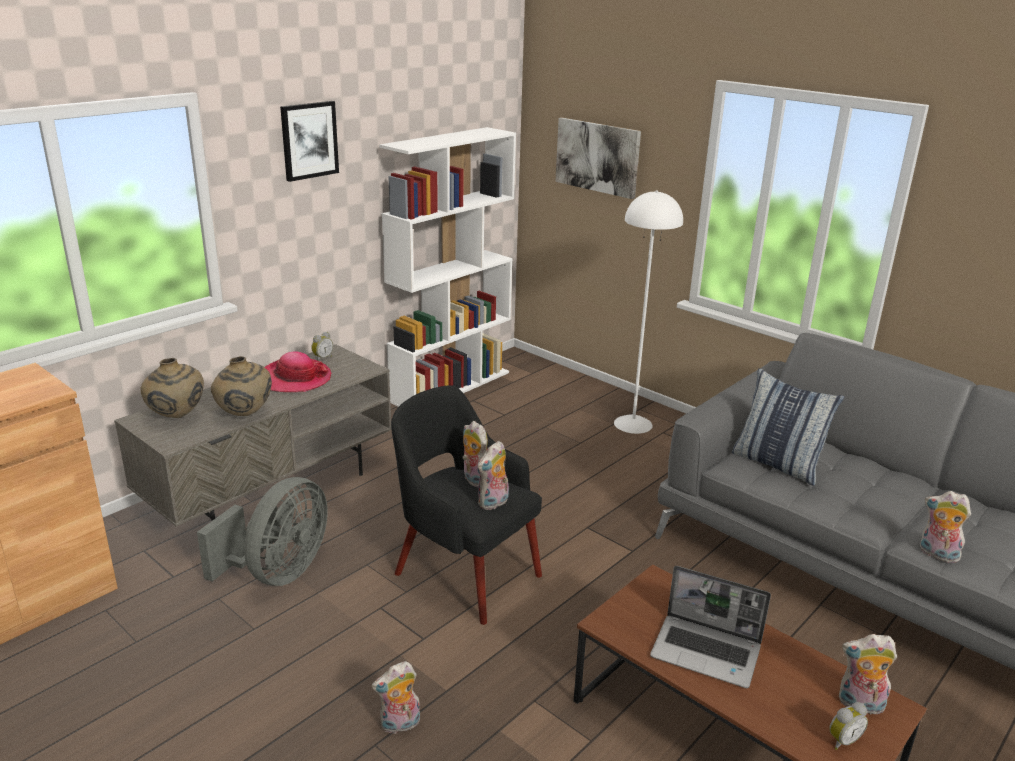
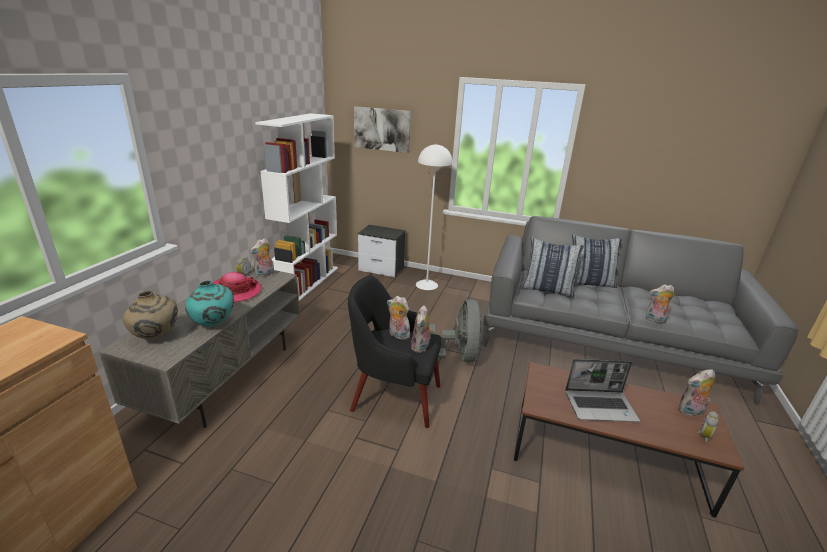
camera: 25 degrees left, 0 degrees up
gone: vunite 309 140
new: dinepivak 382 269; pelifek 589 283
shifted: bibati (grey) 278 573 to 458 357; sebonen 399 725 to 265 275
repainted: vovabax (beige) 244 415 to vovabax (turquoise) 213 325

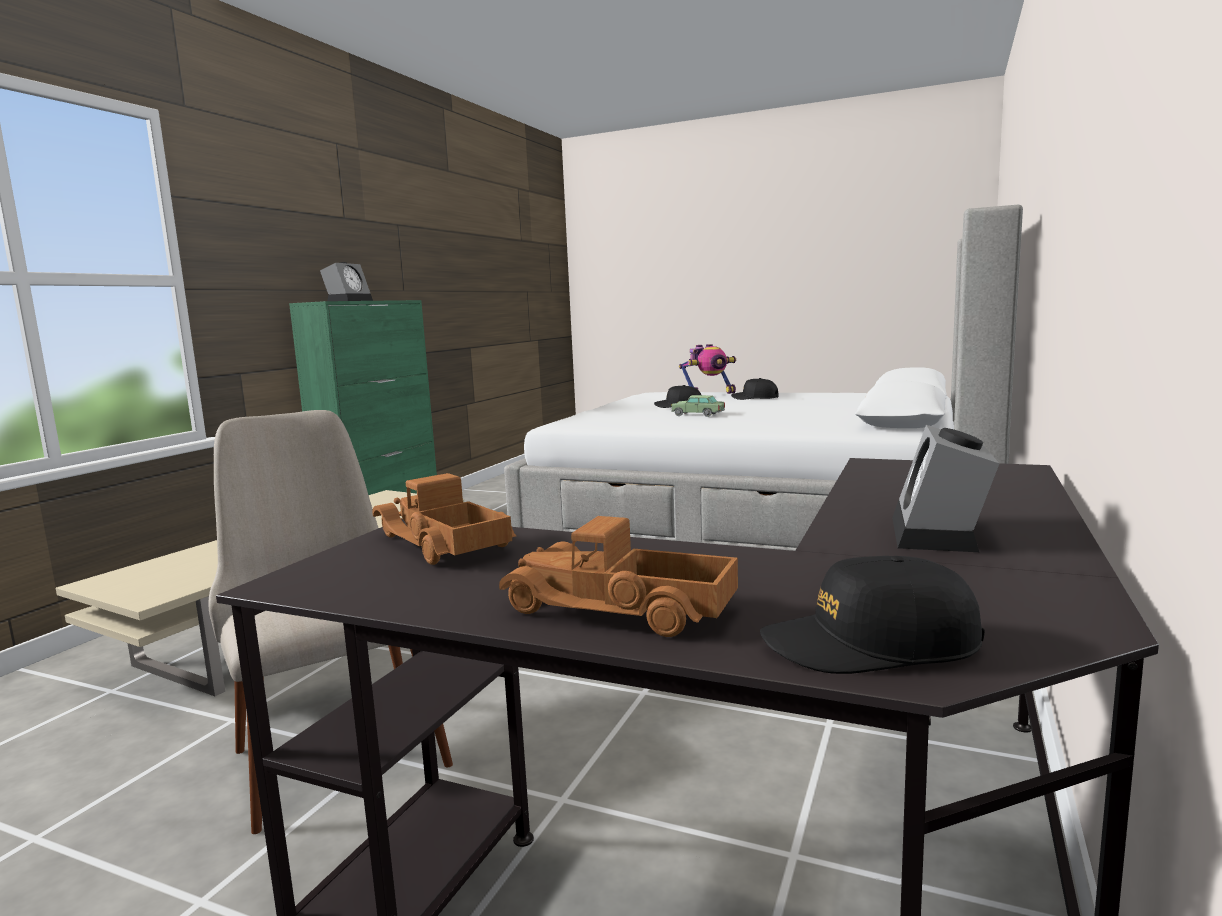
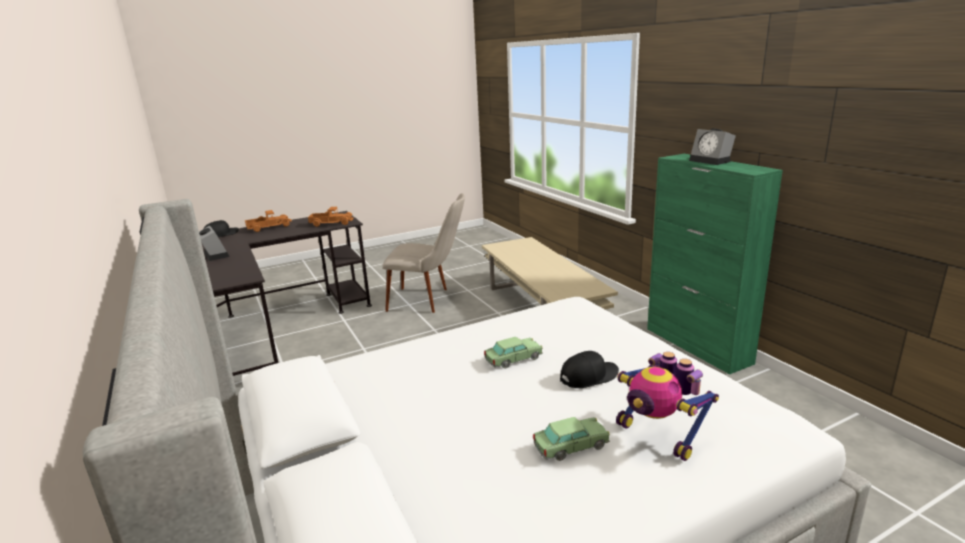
camera: 130 degrees right, 10 degrees up
swapped: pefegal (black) 755 398 to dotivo 571 447
rotated: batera 709 394 = 659 436 60 degrees counterclockwise

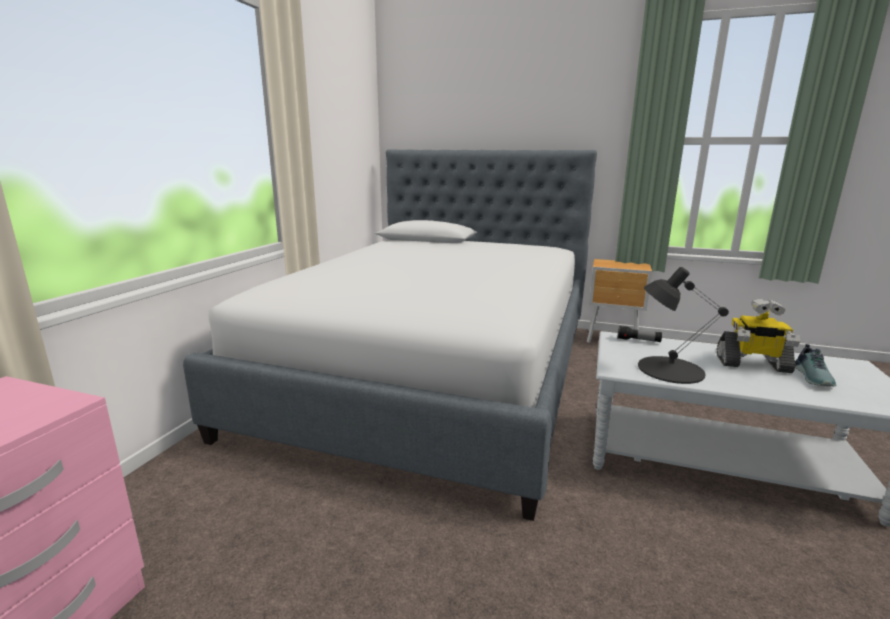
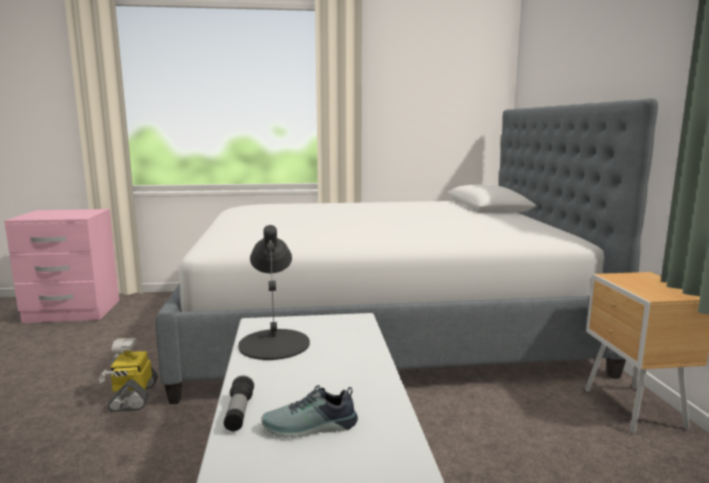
camera: 65 degrees right, 5 degrees down
shifted: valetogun 638 340 to 239 413; batera 752 364 to 133 396

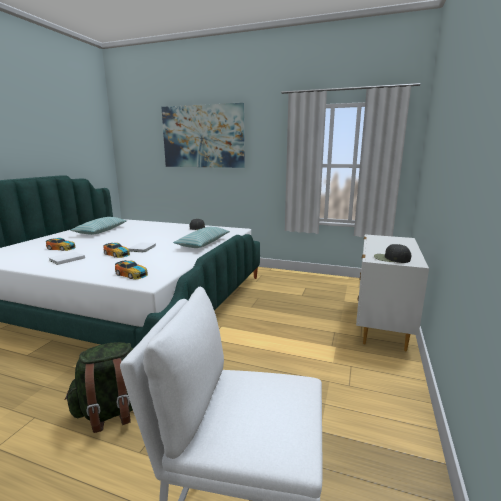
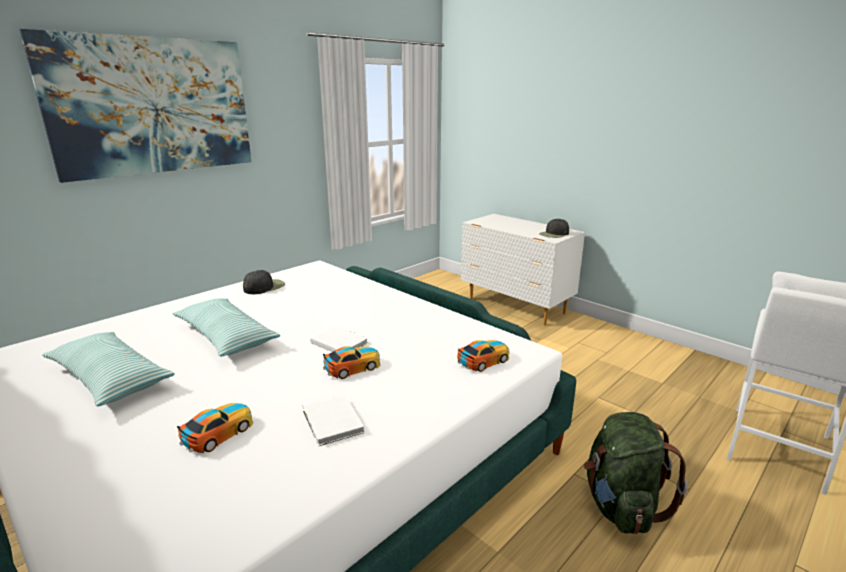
camera: 65 degrees left, 5 degrees up
shifted: pelifek 203 243 to 226 337

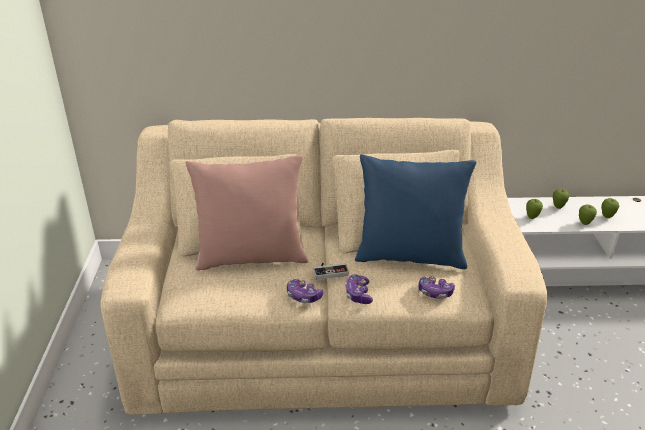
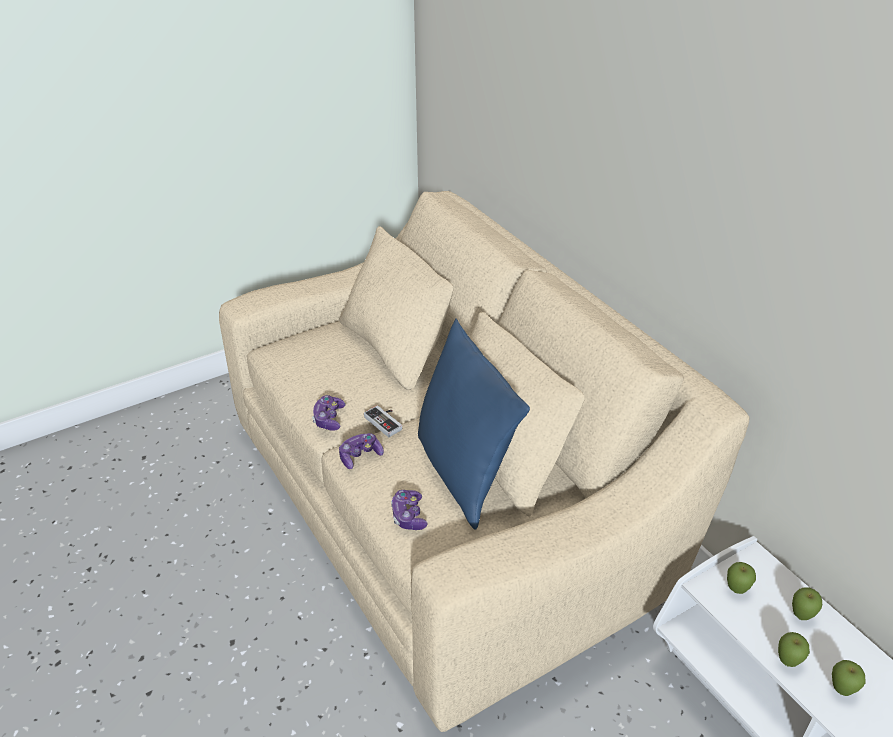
camera: 60 degrees right, 5 degrees up
gone: pelifek (pink) 251 257

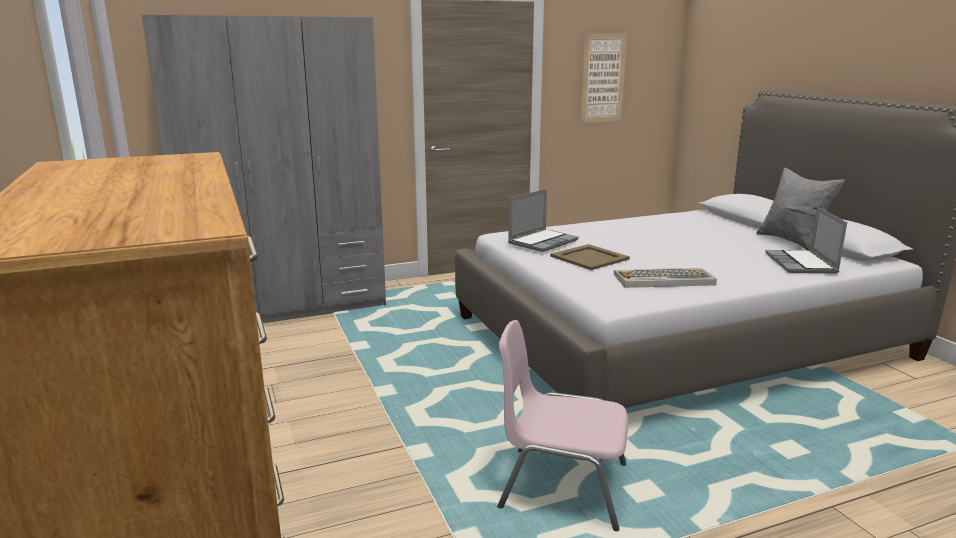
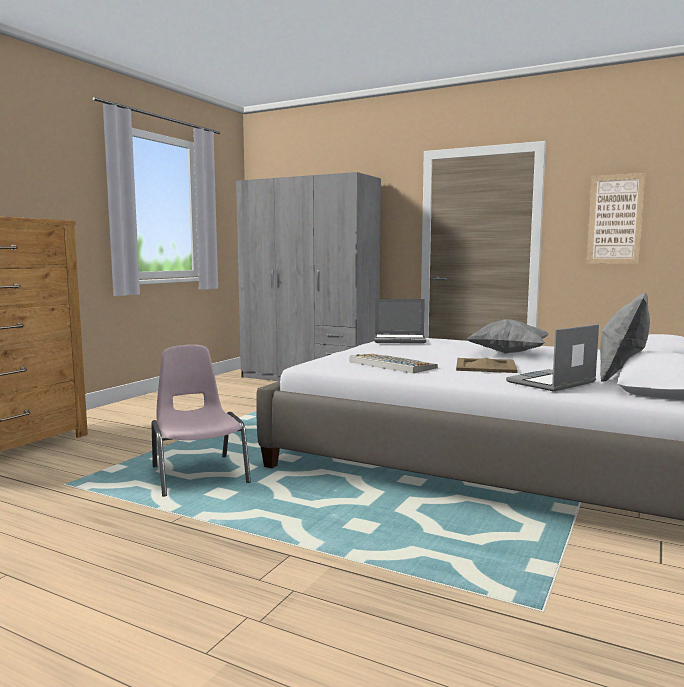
camera: 50 degrees right, 10 degrees down
new: pelifek (grey) 508 353
shifted: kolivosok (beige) 589 257 to 486 366

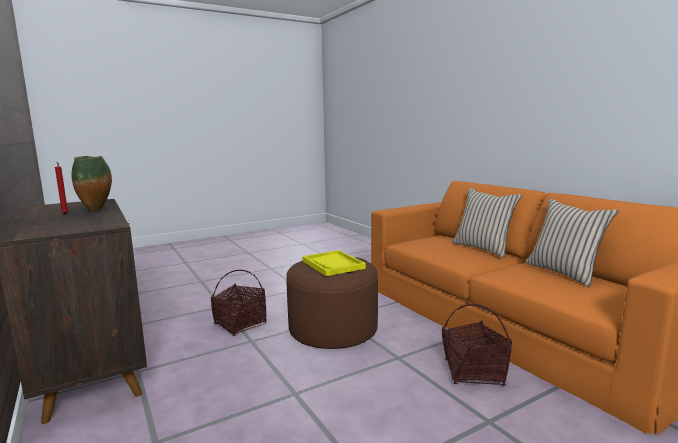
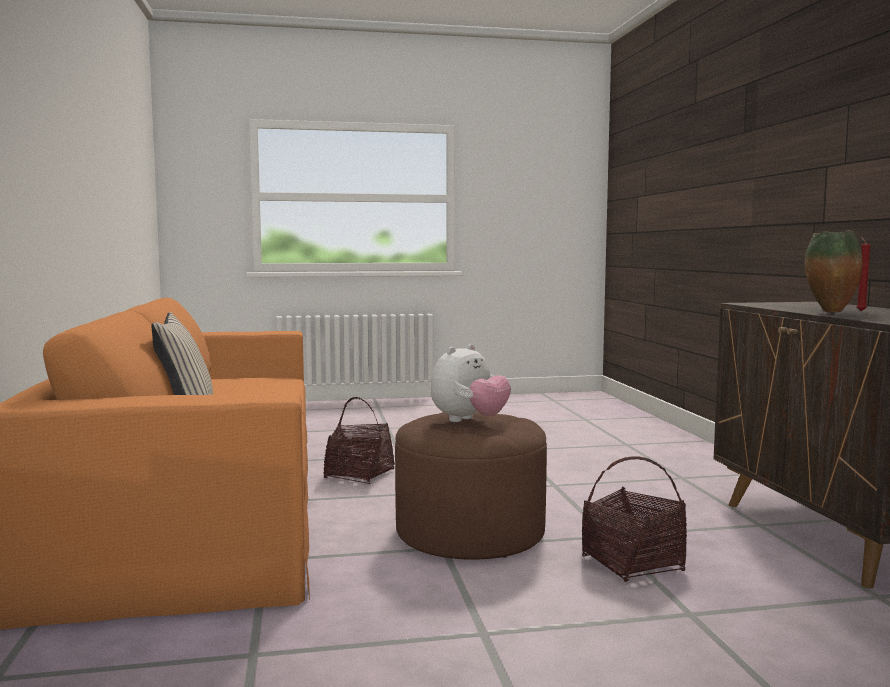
camera: 160 degrees left, 5 degrees down
gone: pelifek (beige) 564 273
swapped: kolivosok (yellow) 333 264 to sebonen 469 421

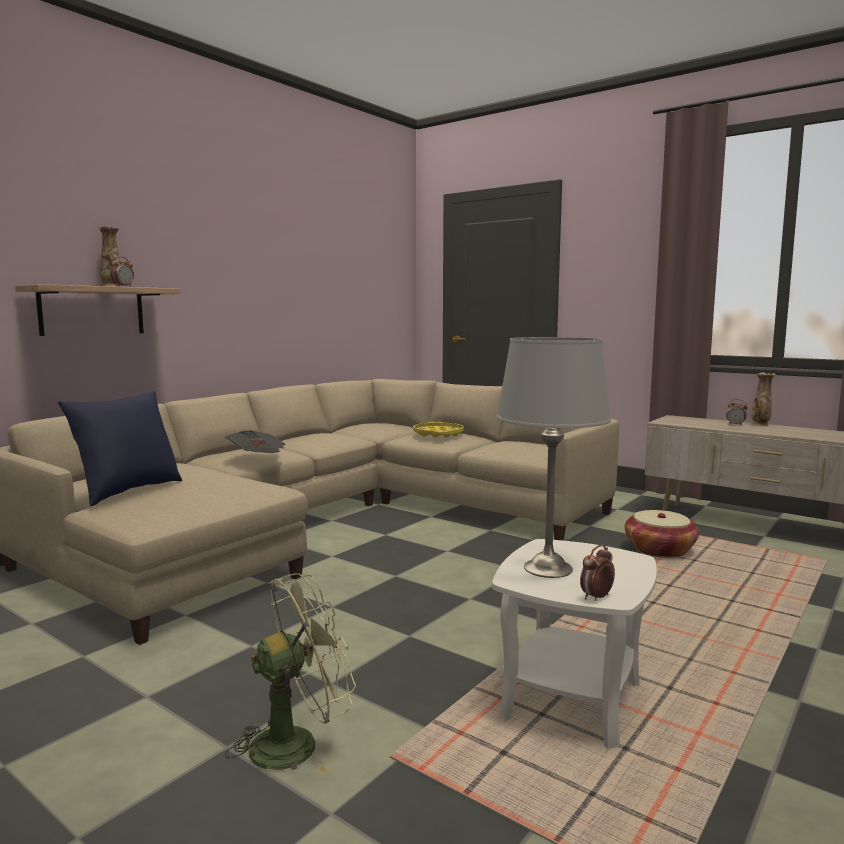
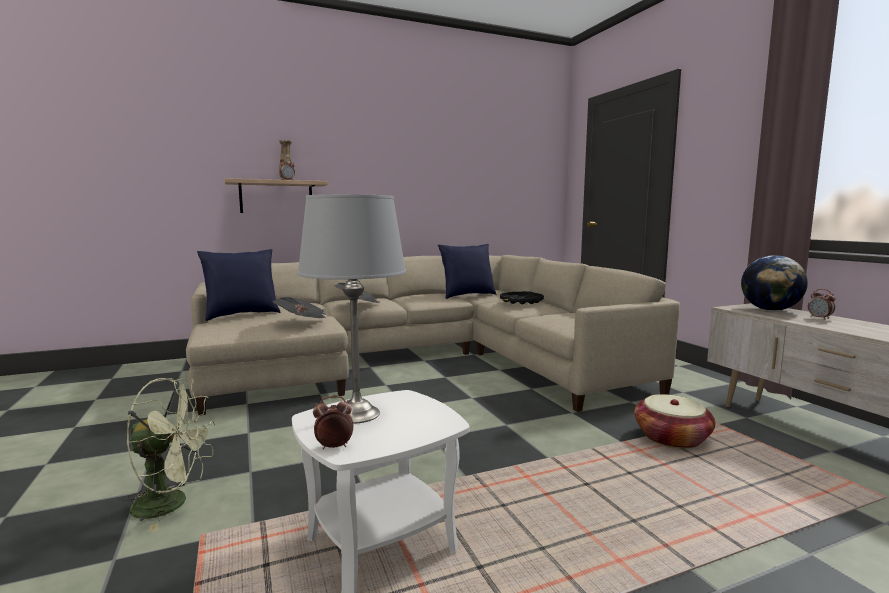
camera: 30 degrees right, 0 degrees up
gone: vovabax 760 424
new: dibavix 303 322; pelifek (blue) 467 295; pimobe 770 310
repainted: kolivosok (yellow) 438 434 to kolivosok (black) 521 301

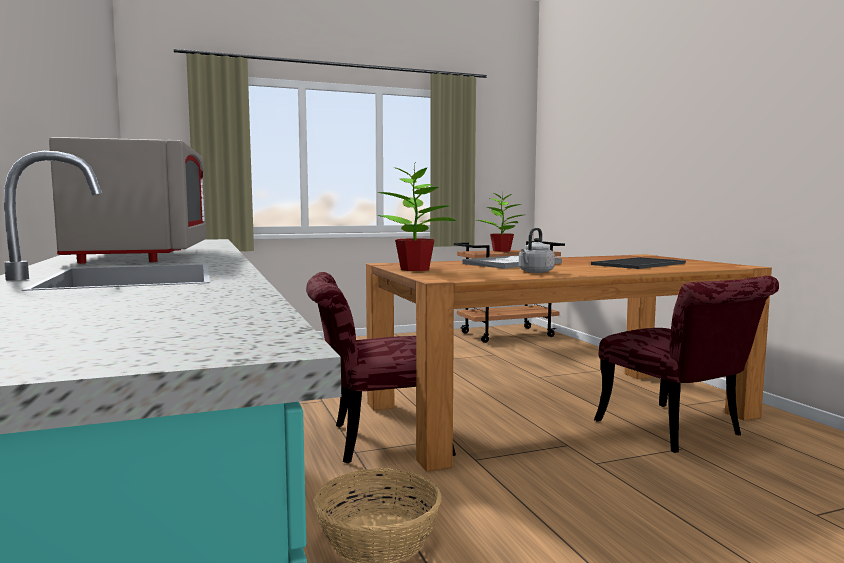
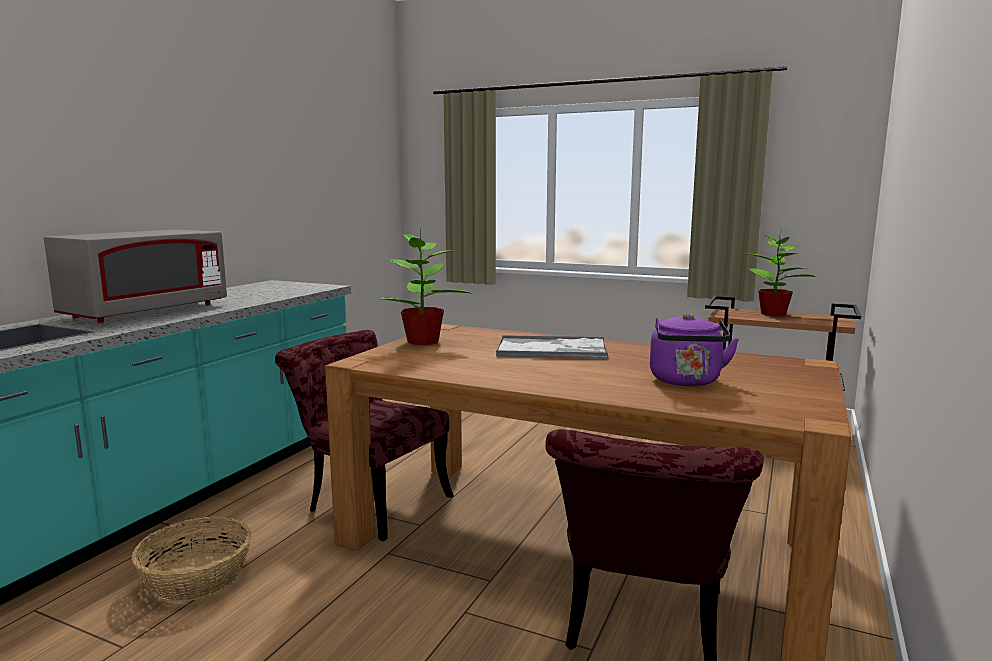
camera: 45 degrees right, 5 degrees up
gone: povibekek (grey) 535 272
swapped: kolivosok 639 264 to povibekek (purple) 686 381

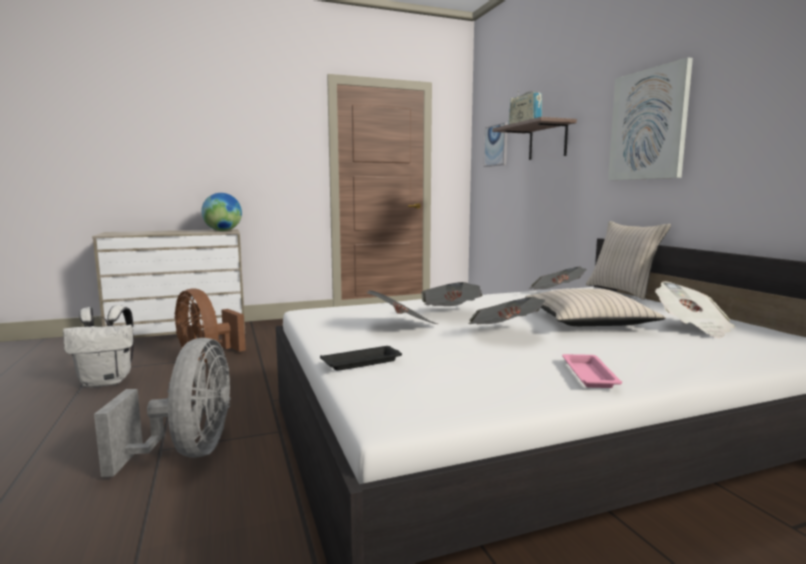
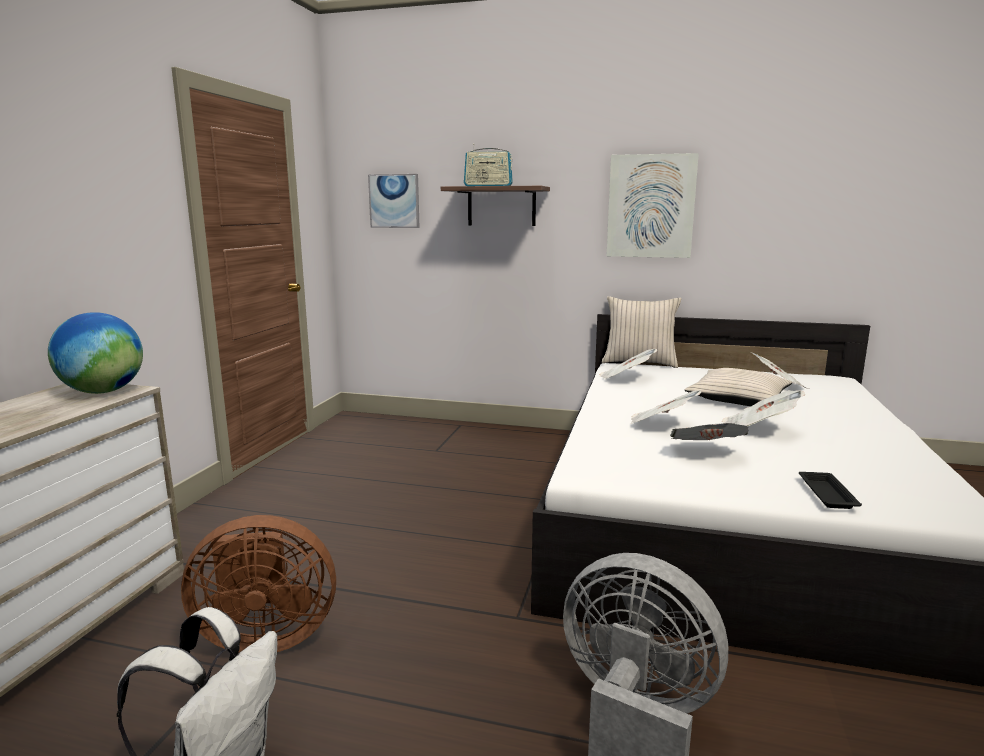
camera: 55 degrees left, 5 degrees up
gone: kolivosok (pink) 588 374

